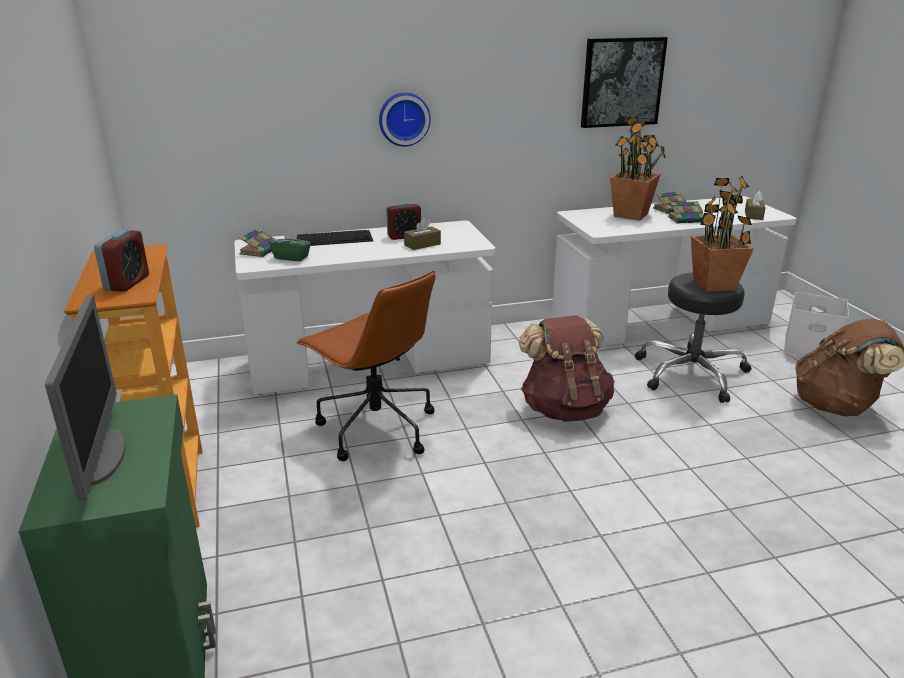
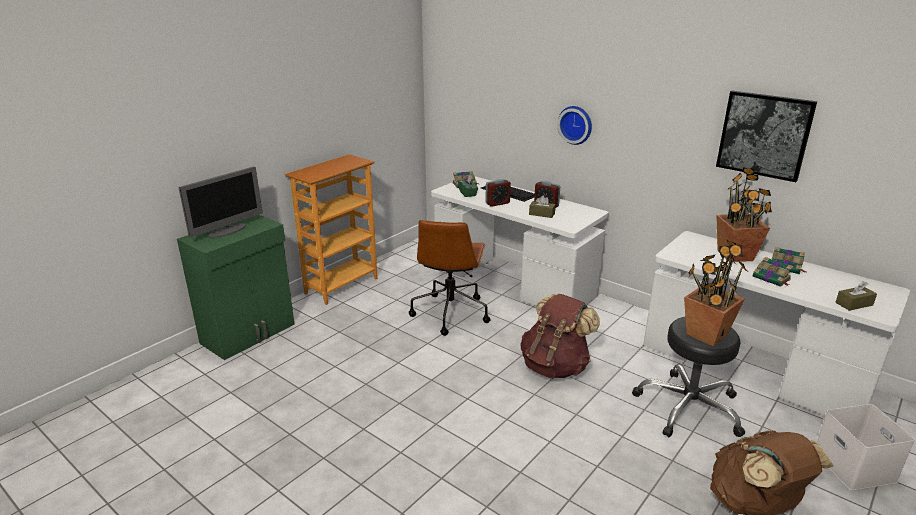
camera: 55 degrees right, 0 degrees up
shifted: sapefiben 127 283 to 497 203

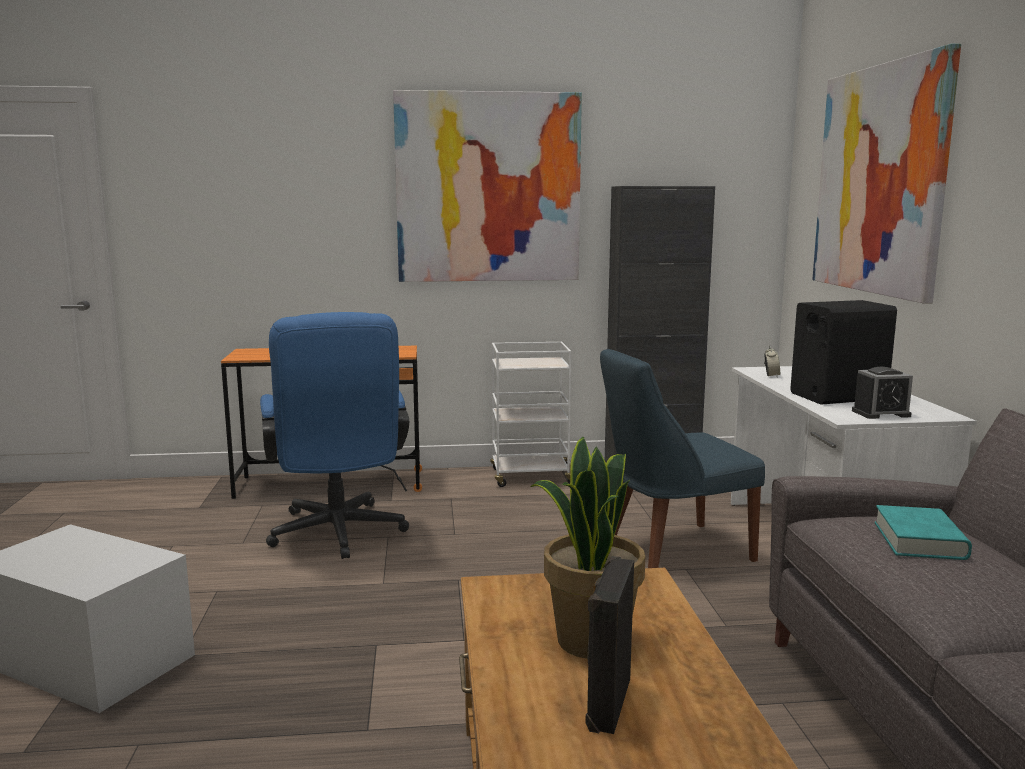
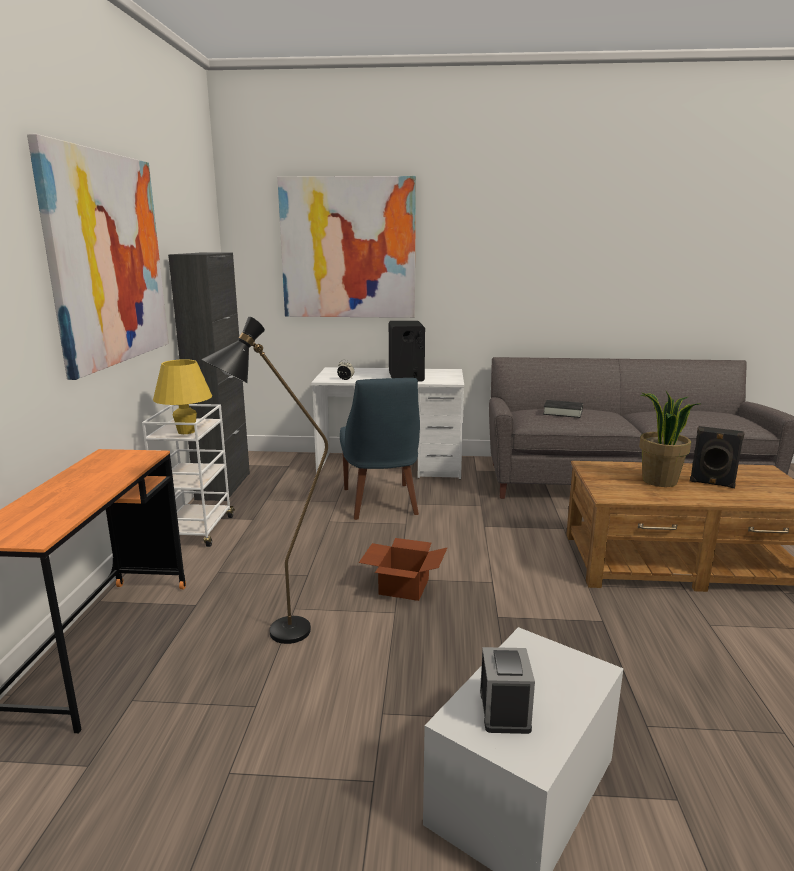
camera: 80 degrees left, 5 degrees up
new: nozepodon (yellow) 186 431; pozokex 403 586
shifted: sapefiben 881 413 to 504 710
swapped: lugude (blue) 338 536 to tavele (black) 276 637
repainted: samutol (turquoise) 919 540 to samutol (black) 562 412

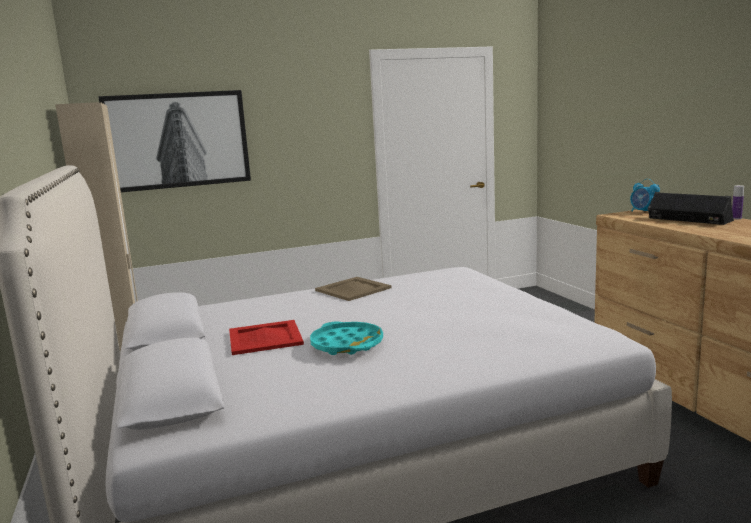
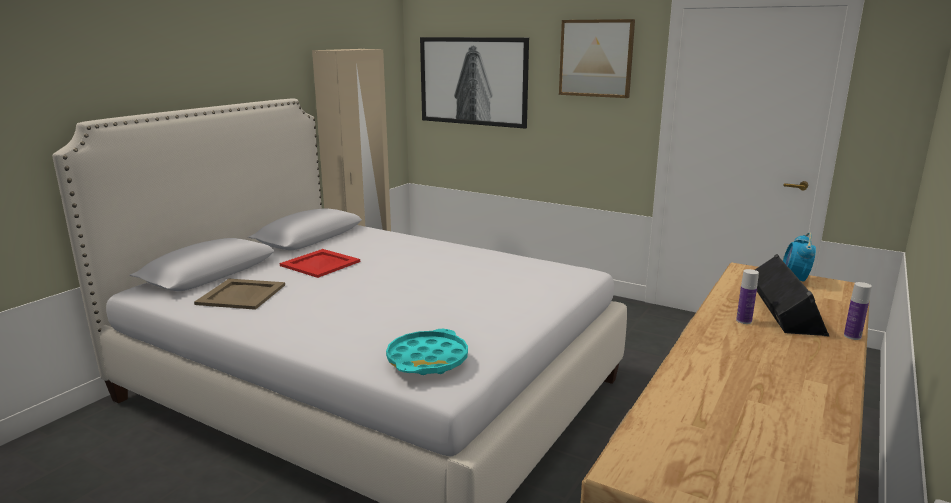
camera: 50 degrees right, 5 degrees up
new: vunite 596 58; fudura 744 321
shifted: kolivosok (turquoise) 347 344 to 427 359; kolivosok (beige) 352 289 to 241 294

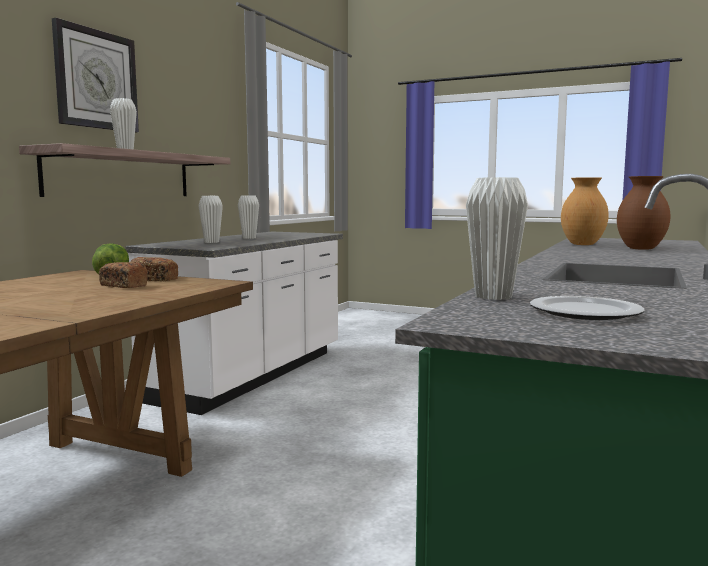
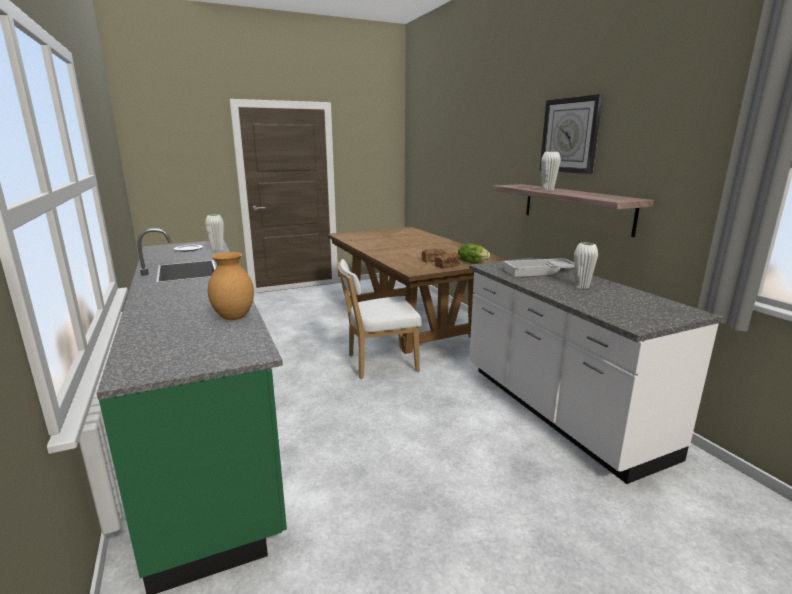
camera: 130 degrees right, 10 degrees up
gone: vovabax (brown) 640 249
new: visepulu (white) 378 363
swapped: vovabax (white) 211 242 to kolivosok (white) 539 272

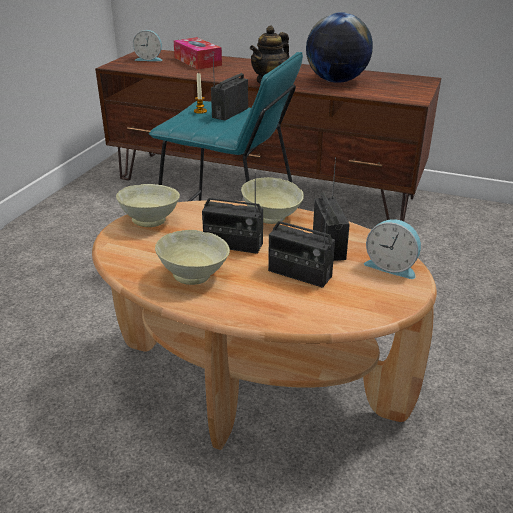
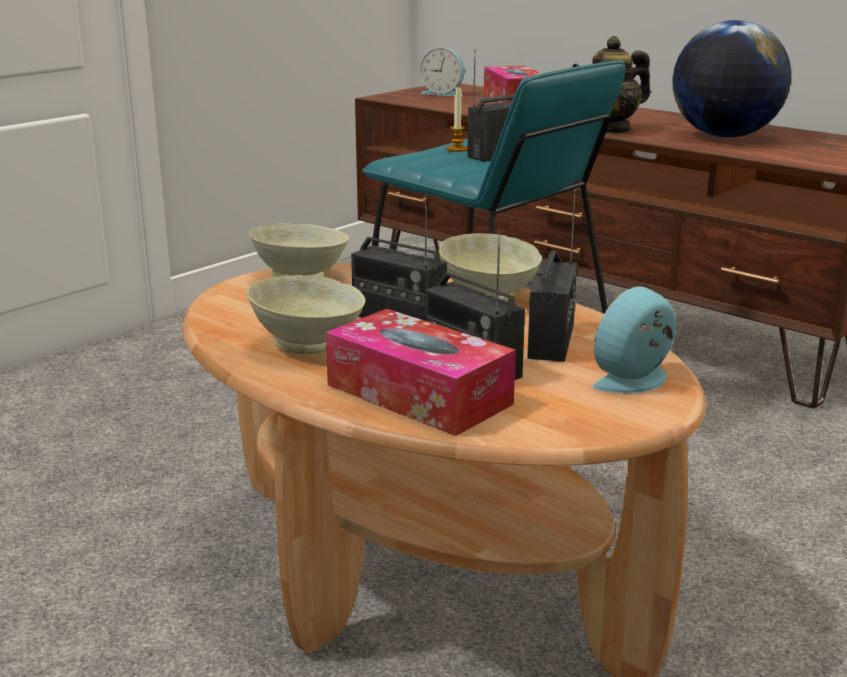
camera: 20 degrees right, 10 degrees down
new: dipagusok 418 394
rotated: sapefiben 391 266 = 637 380 90 degrees clockwise

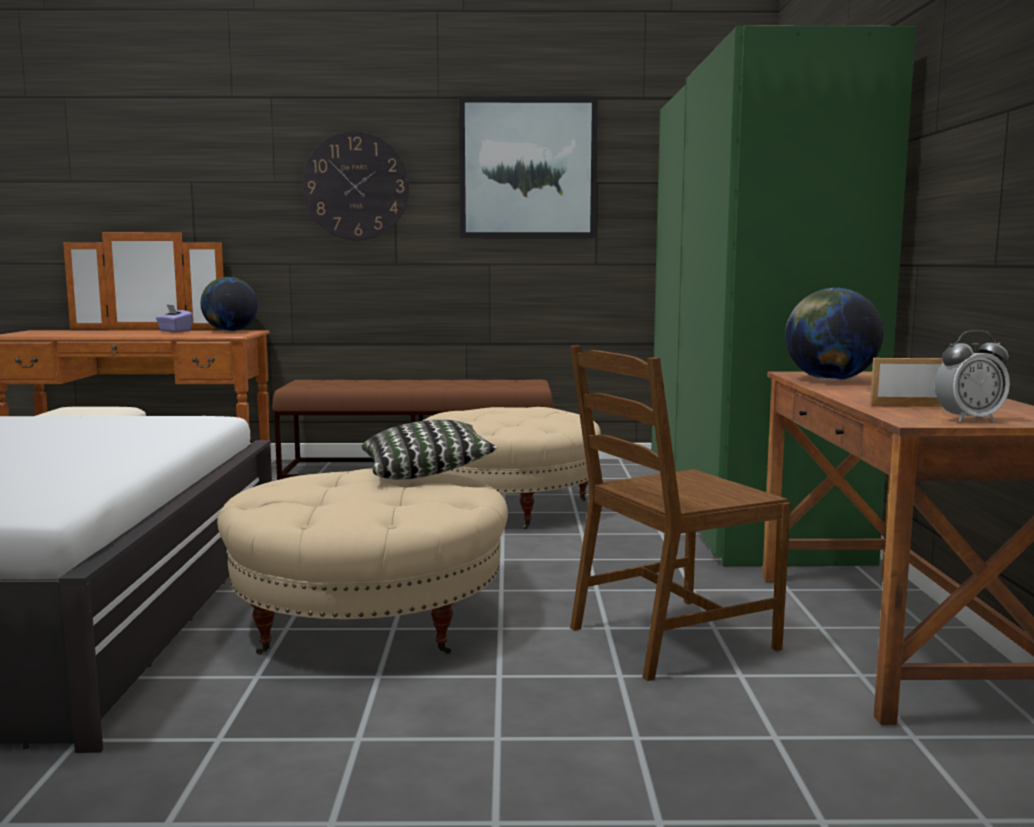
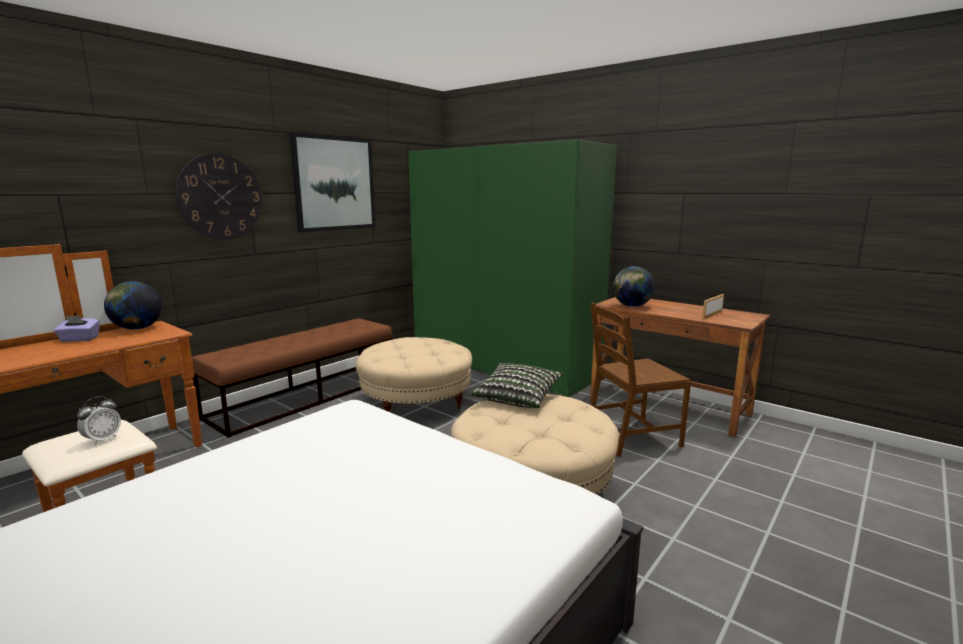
camera: 50 degrees left, 5 degrees up
shifted: sapefiben 968 419 to 102 439
rotated: visepulu (brown) 671 638 = 631 437 60 degrees clockwise

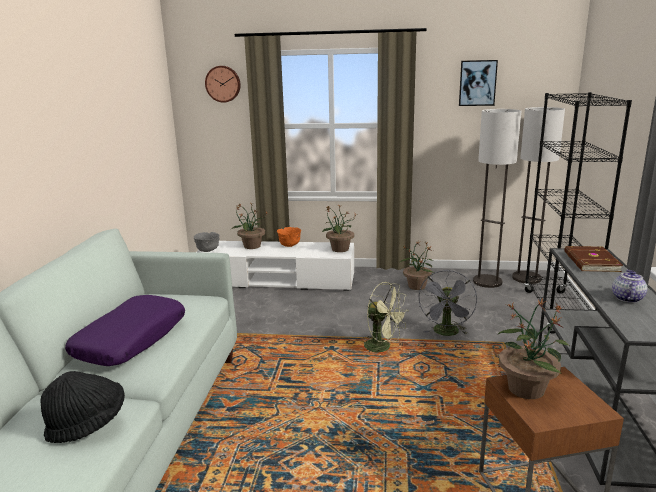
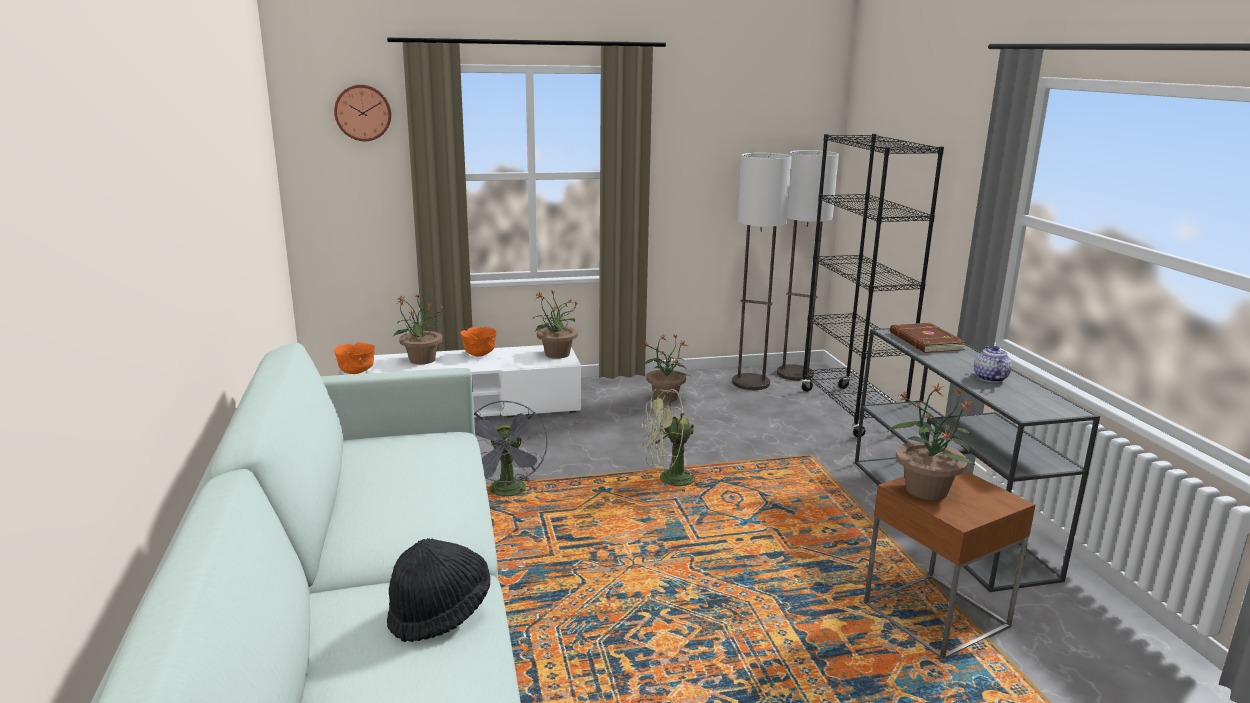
camera: 20 degrees left, 0 degrees up
gone: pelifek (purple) 131 340; vunite 477 83
shifted: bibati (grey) 446 333 to 509 493
repainted: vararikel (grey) 208 251 to vararikel (orange) 356 372
rotated: bibati (green) 383 348 = 669 480 150 degrees clockwise

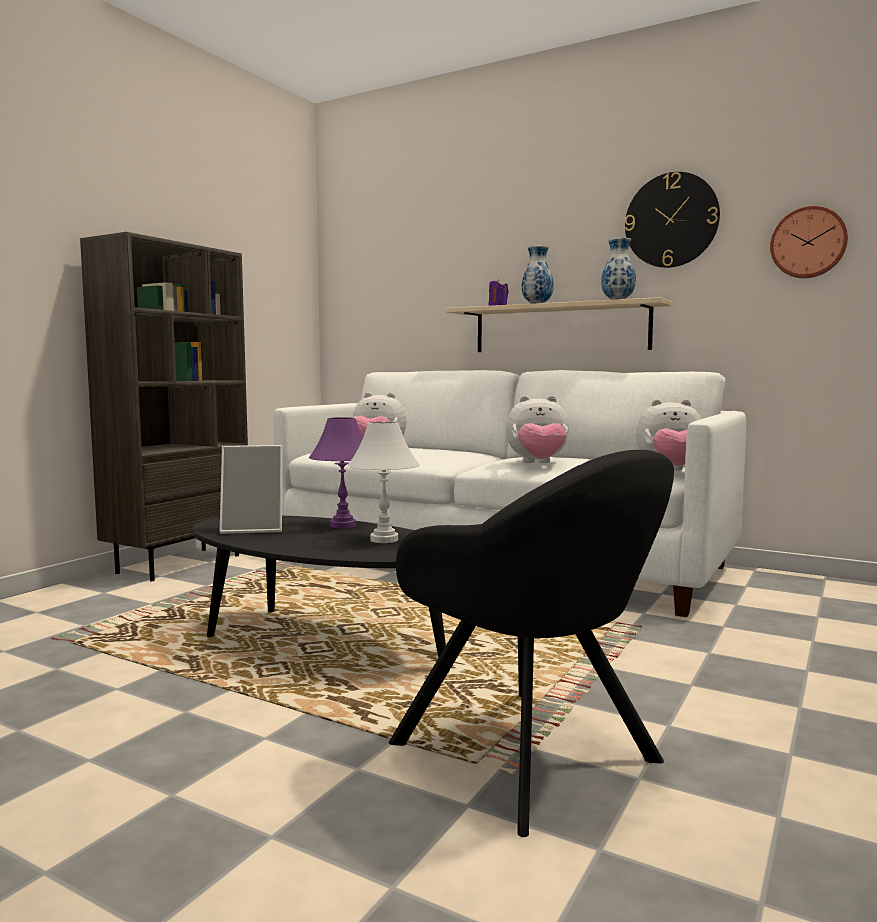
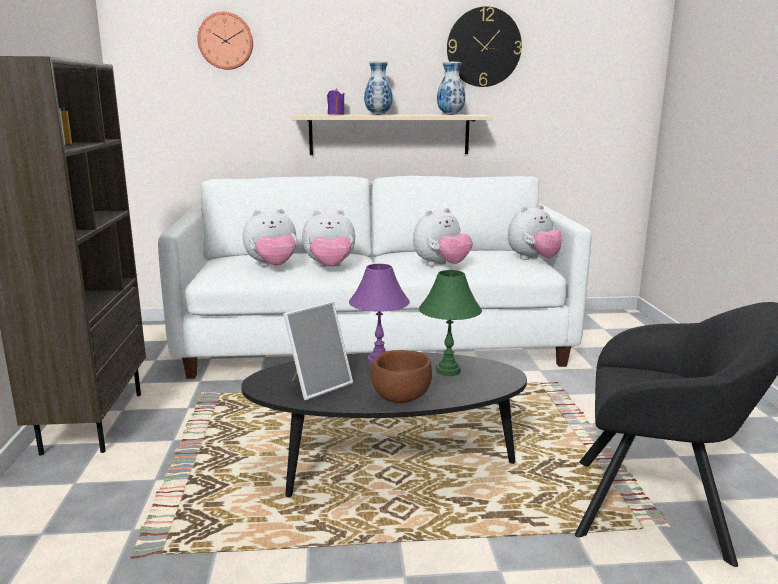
camera: 35 degrees left, 10 degrees up
new: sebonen 330 267; vararikel (brown) 401 398
shifted: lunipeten 808 243 to 226 41
repainted: nozepodon (white) 384 539 to nozepodon (green) 448 370

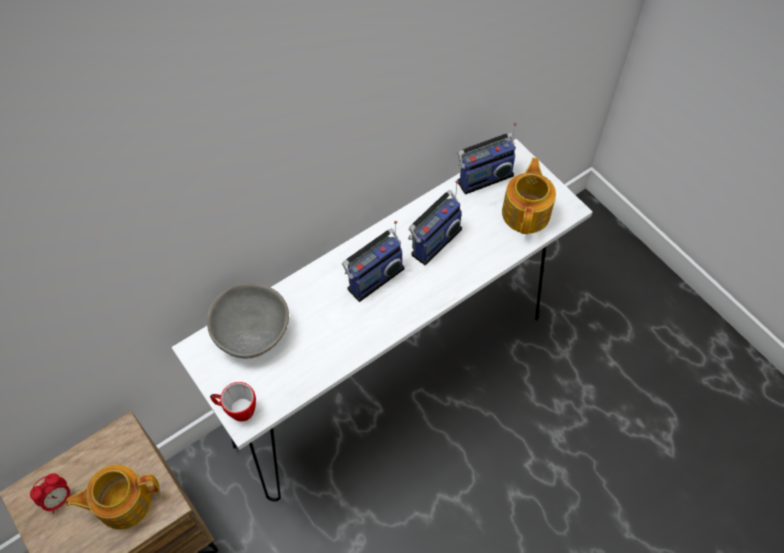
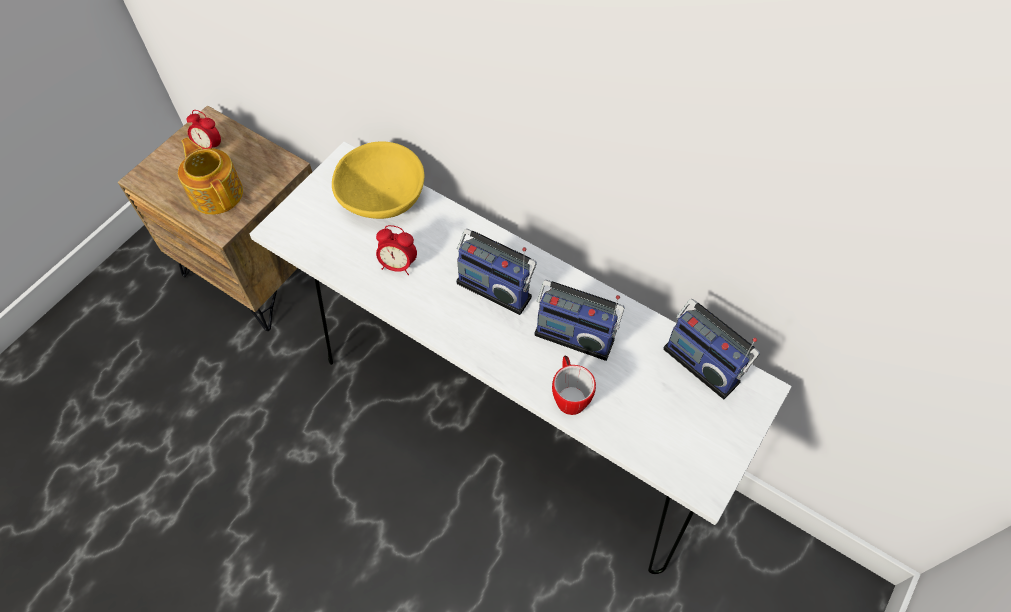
camera: 70 degrees right, 0 degrees up
gone: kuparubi 527 212
new: sapefiben 398 265
shifted: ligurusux 237 409 to 569 395
repainted: vararikel (grey) 251 333 to vararikel (yellow) 381 199

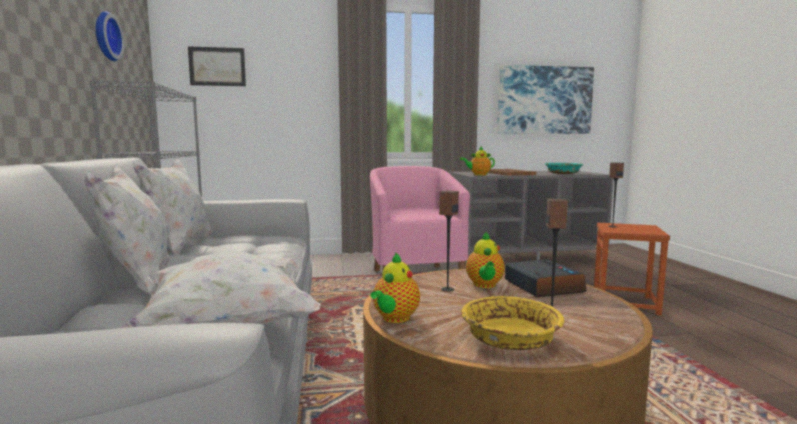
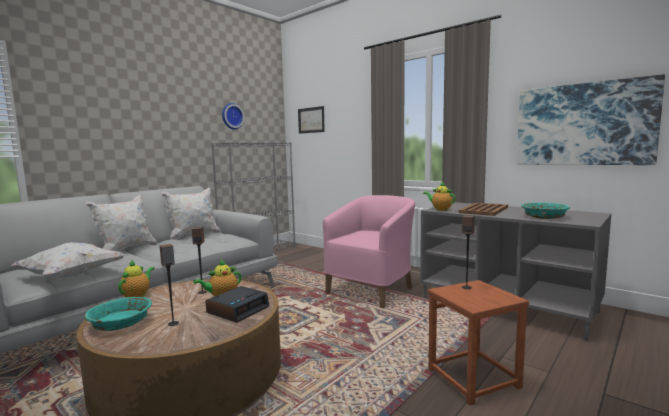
camera: 50 degrees right, 0 degrees up
repainted: vararikel (yellow) 510 338 to vararikel (turquoise) 120 323
rotated: kuparubi 394 319 = 137 296 120 degrees clockwise

